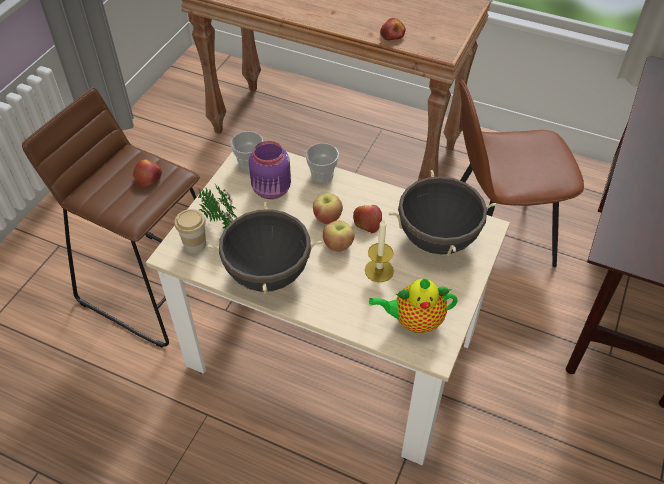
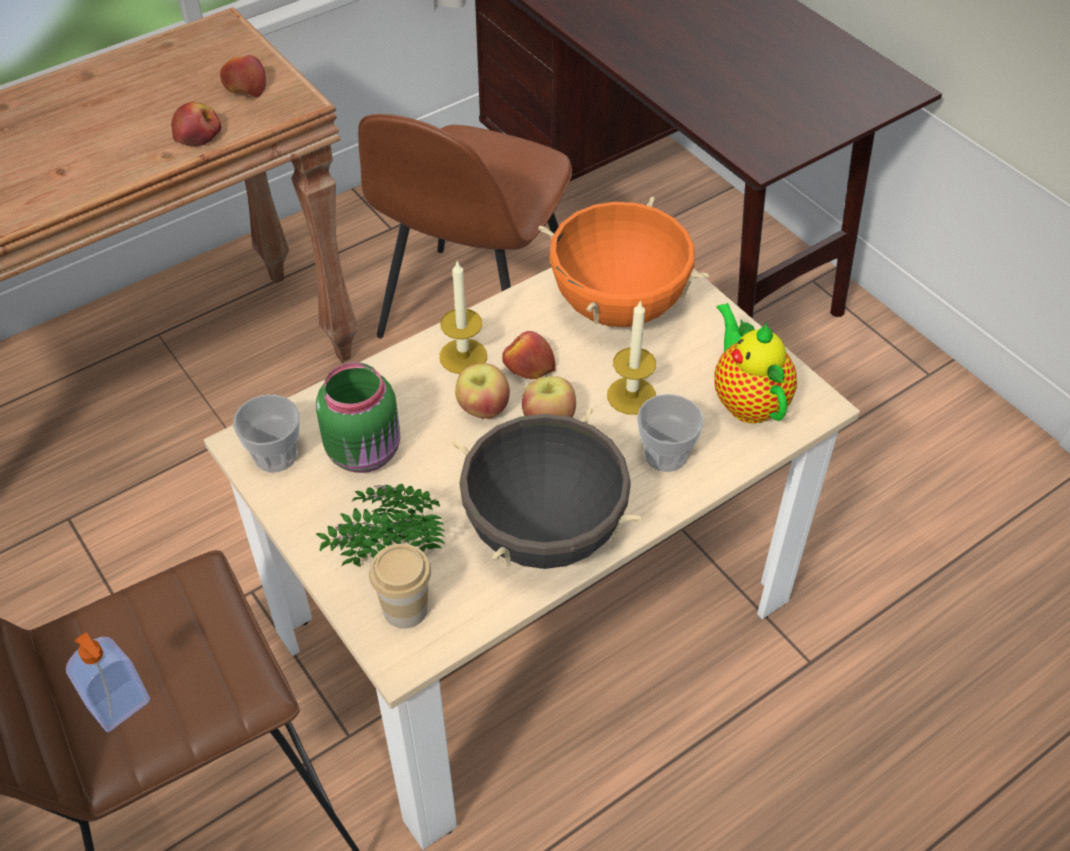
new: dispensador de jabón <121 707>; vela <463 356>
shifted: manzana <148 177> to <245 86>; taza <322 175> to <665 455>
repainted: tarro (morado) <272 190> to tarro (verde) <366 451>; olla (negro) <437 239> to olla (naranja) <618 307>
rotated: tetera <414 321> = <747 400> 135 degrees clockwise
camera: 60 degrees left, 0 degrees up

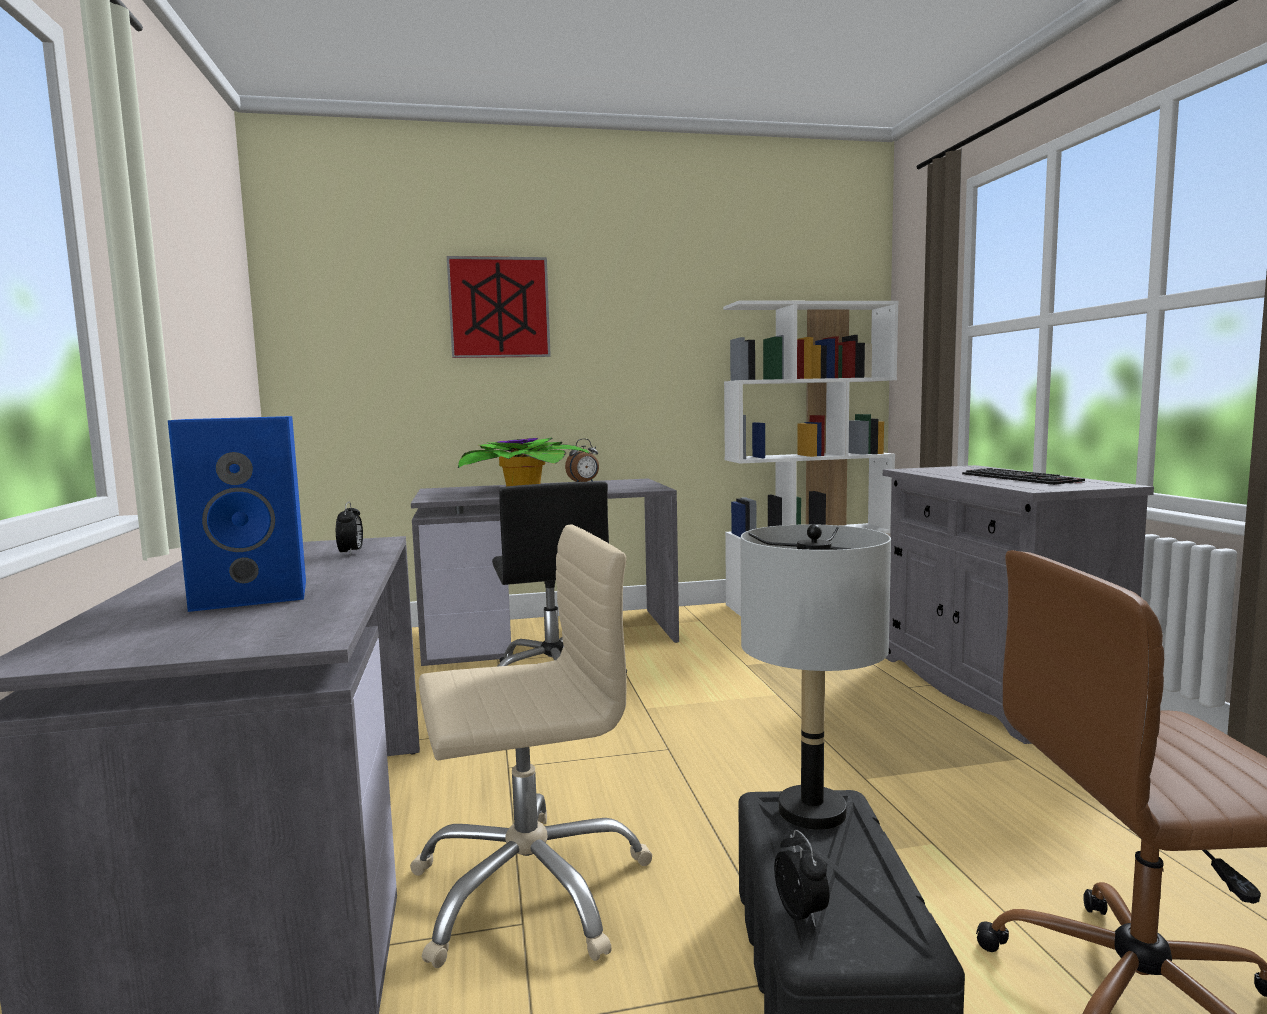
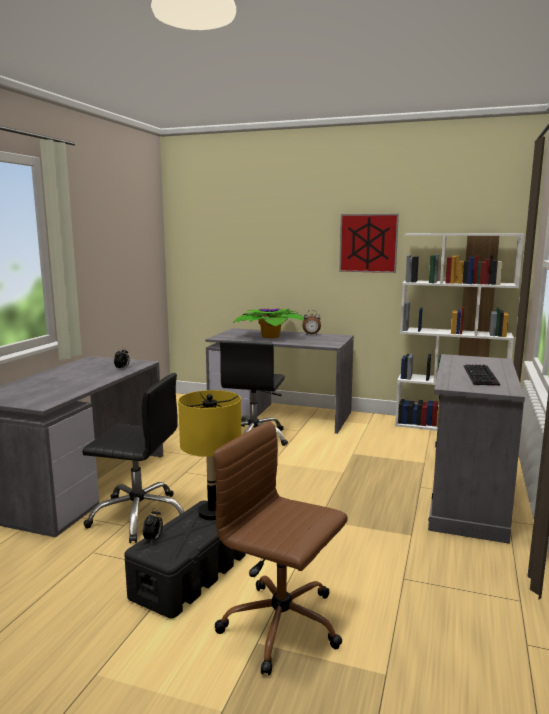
gone: altavoz (azul) <255 594>
shifted: cuadro <499 307> to <368 243>
repainted: silla de oficina (beis) <529 888> to silla de oficina (negro) <139 515>; lámpara de mesa (gris) <813 812> to lámpara de mesa (amarillo) <212 513>
camera: 30 degrees right, 5 degrees up

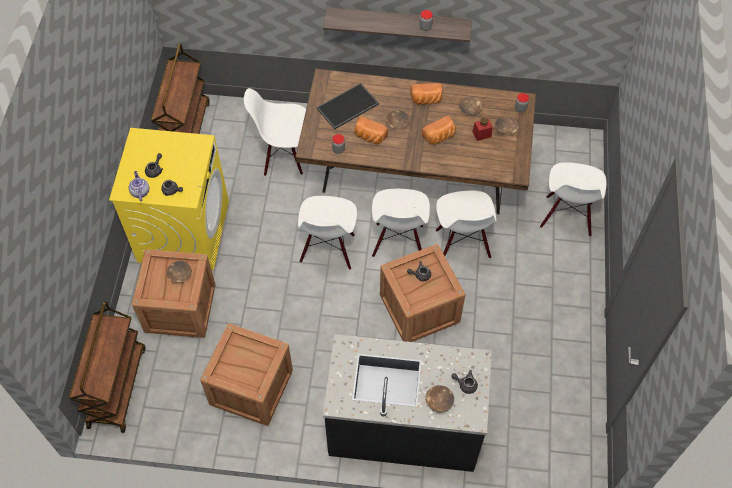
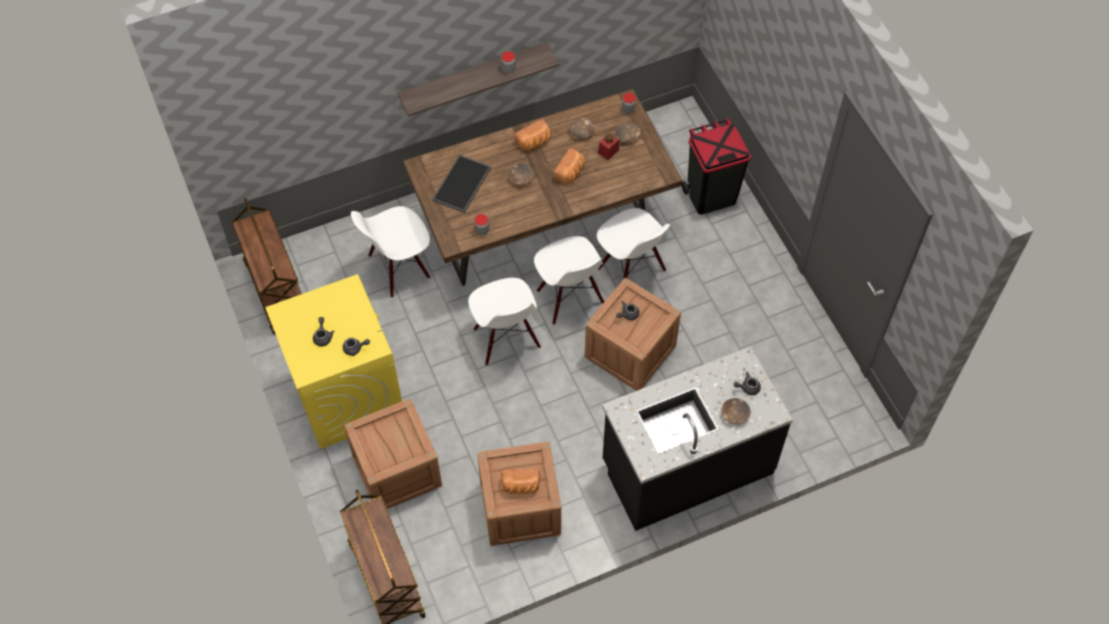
gone: tetera <140 192>; cuenco (marrón) <179 275>
shifted: pan <369 137> to <520 486>
swapped: silla (blanco) <567 216> to papelera (negro) <710 196>
camera: 30 degrees left, 0 degrees up

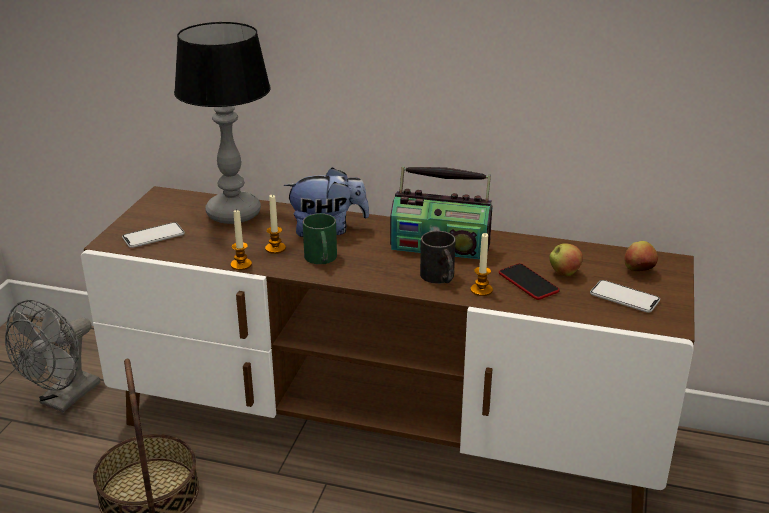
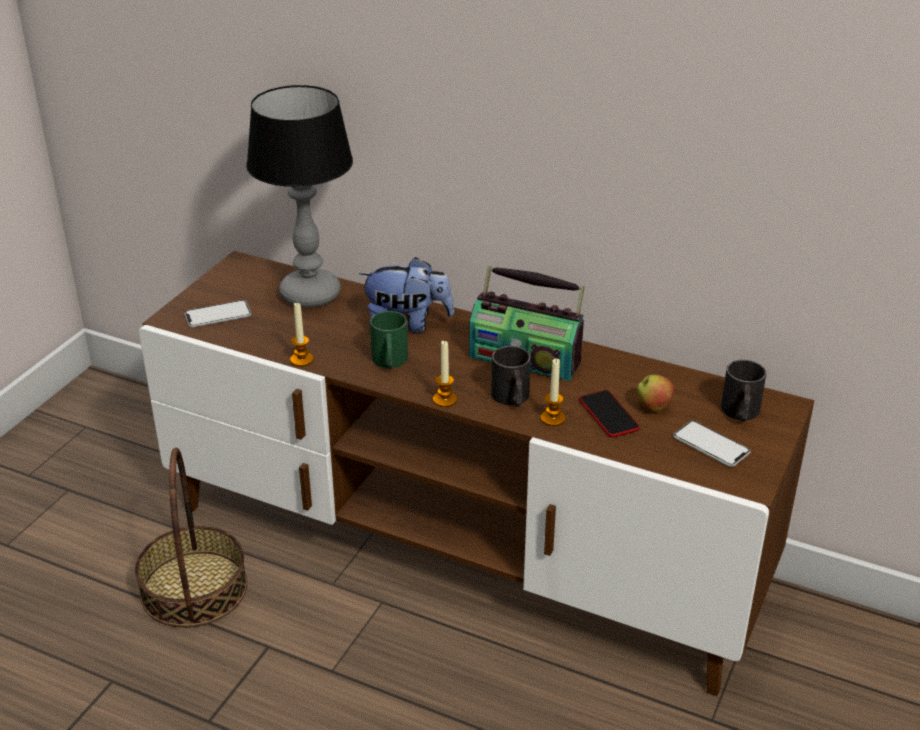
gone: ventilador (gris) <64 399>
shifted: vela <275 248> to <444 400>
swapped: manzana <638 271> to taza grande (negro) <740 413>
camera: 10 degrees right, 5 degrees up

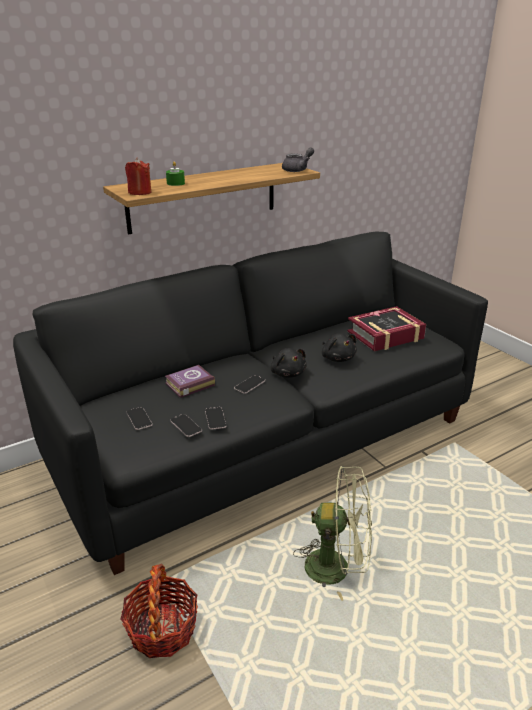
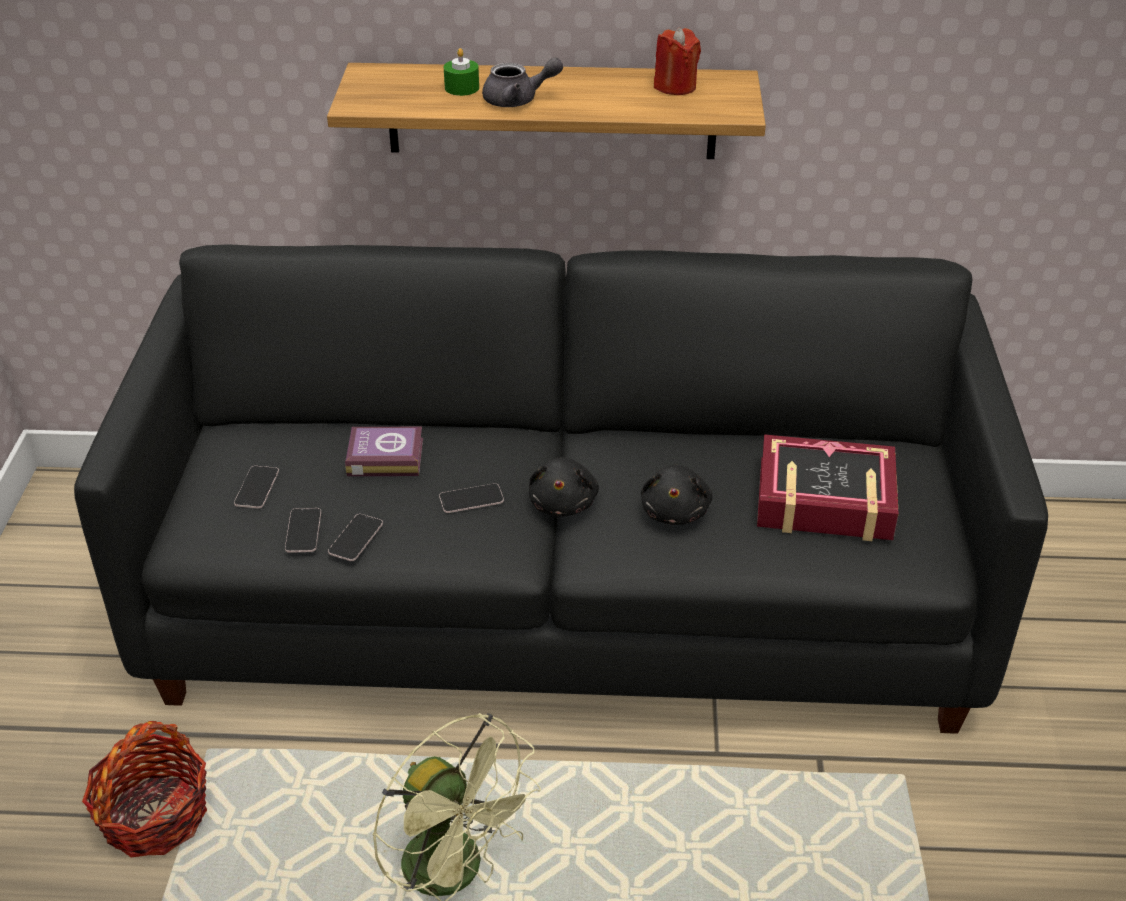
shifted: vela (rojo) <140 192> to <675 86>; tetera (gris) <297 170> to <518 100>
camera: 35 degrees right, 10 degrees up

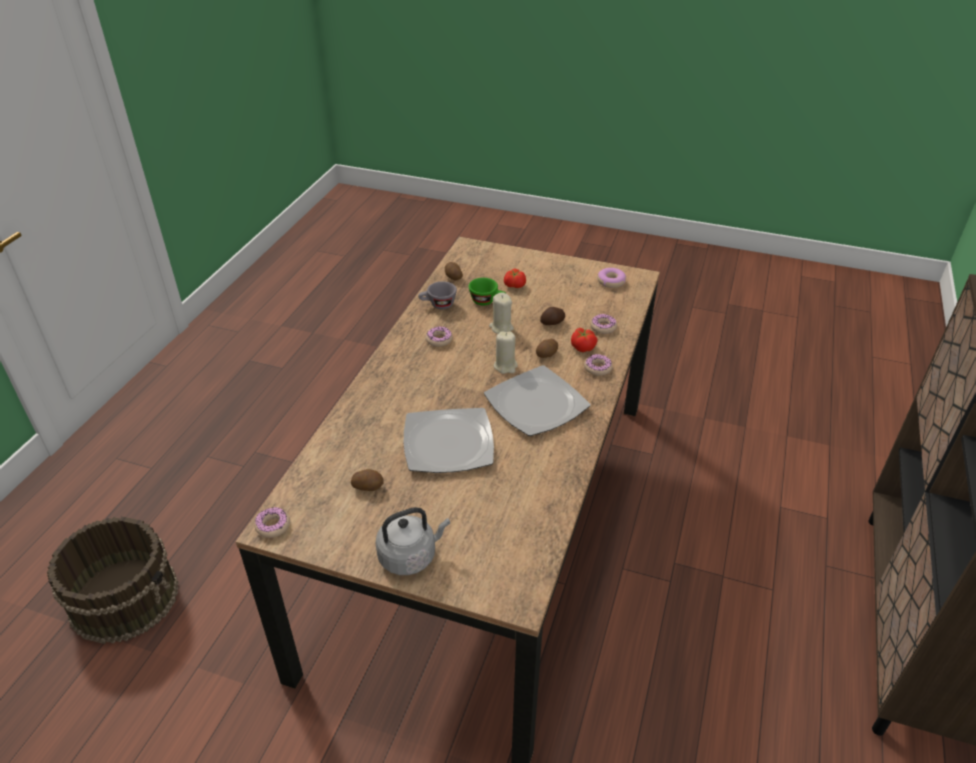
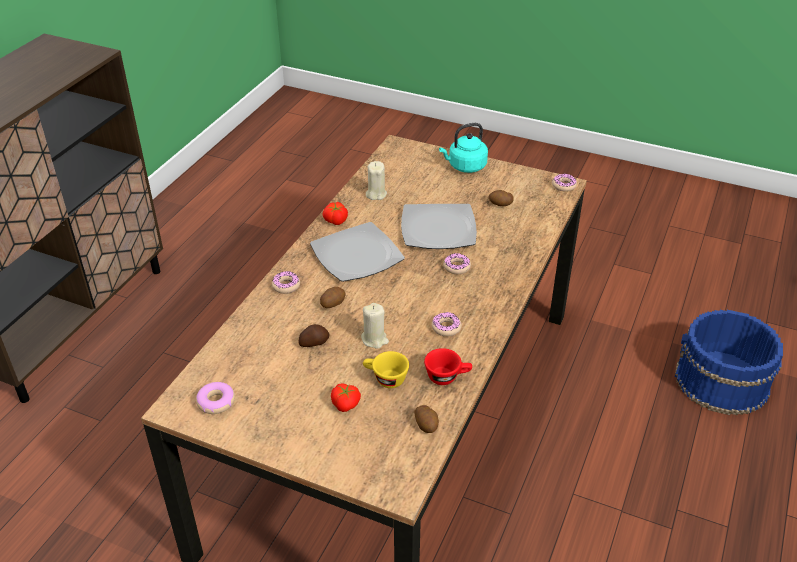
shifted: vela (beis) <505 366> to <376 194>; tomate <583 347> to <335 220>; rosquilla <603 327> to <456 267>
repainted: cubo (marrón) <125 596> to cubo (azul) <721 382>; hervidor (gris) <410 556> to hervidor (turquesa) <465 166>; taza (gris) <438 305> to taza (rojo) <447 377>; taza (verde) <487 301> to taza (amarillo) <385 379>
camera: 175 degrees left, 0 degrees up

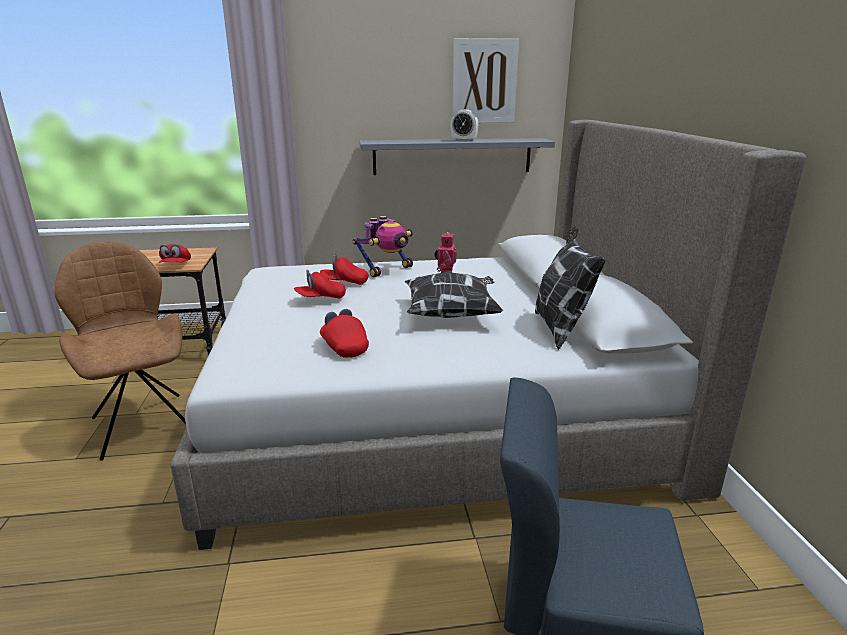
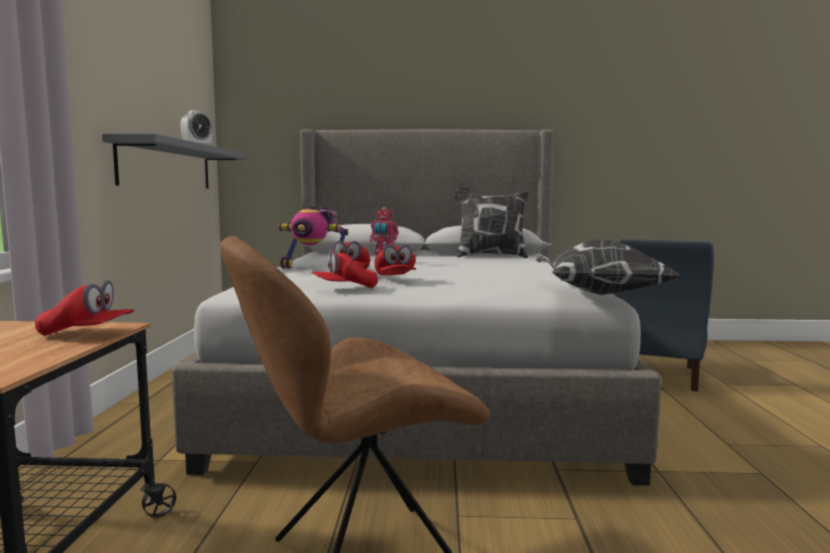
gone: cuadro <484 81>
shifted: gorra (rojo) <344 347> to <345 289>; cojín <452 314> to <599 294>
rotated: robot de juguete <387 270> = <313 268> 135 degrees clockwise
camera: 80 degrees left, 15 degrees down

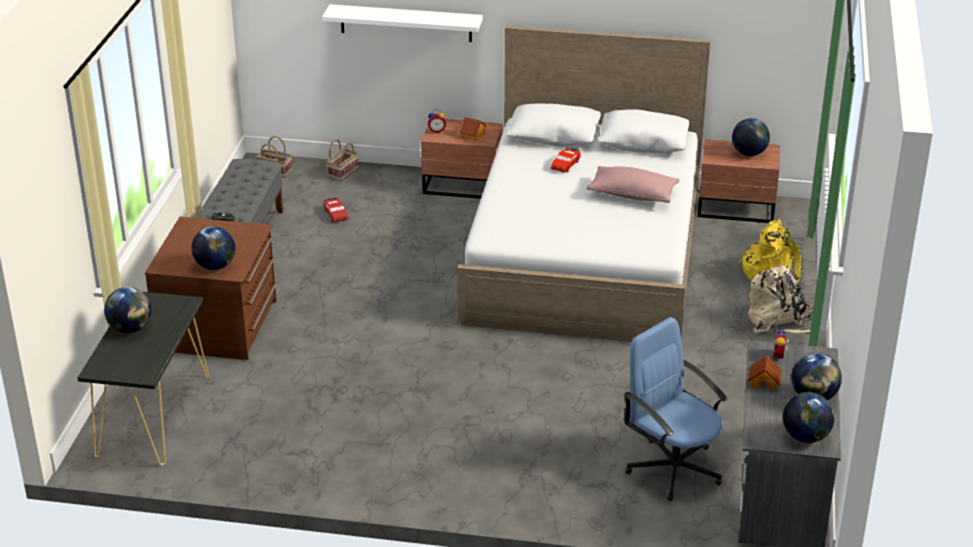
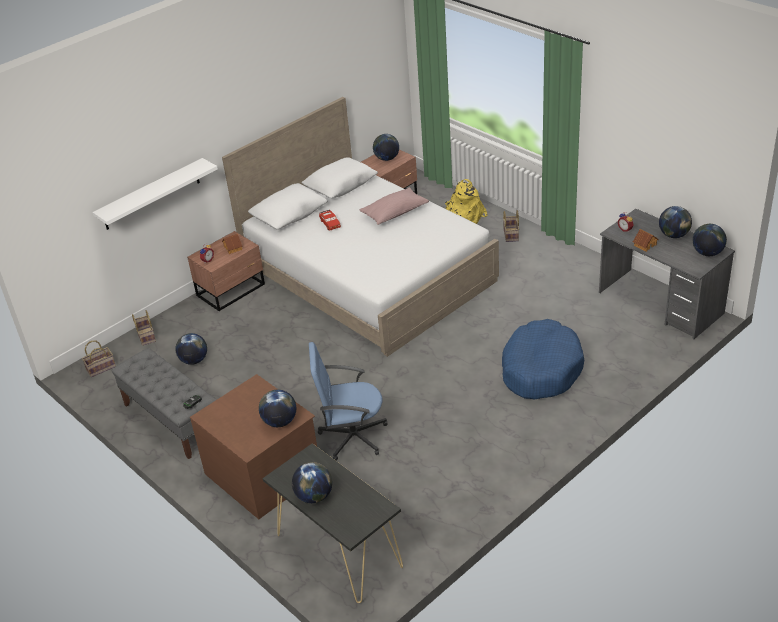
new: cama para perro (azul) <540 369>
shifted: silla de oficina (azul) <673 468> to <352 436>
swapped: coche de juguete (rojo) <336 214> to globo terráqueo <194 360>; mochila (beis) <779 321> to cesta <511 235>
camera: 50 degrees left, 5 degrees up

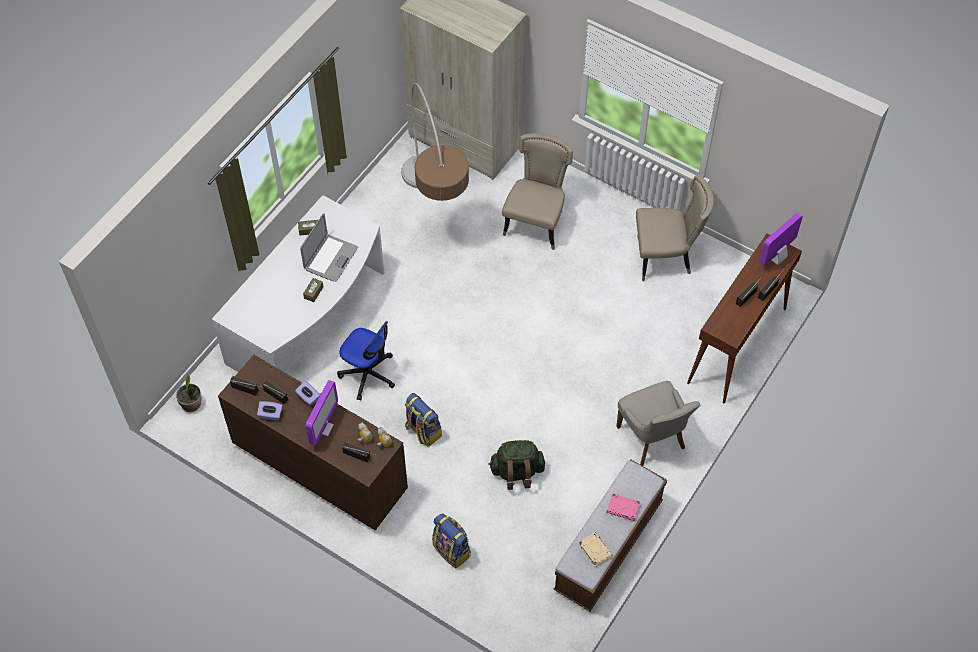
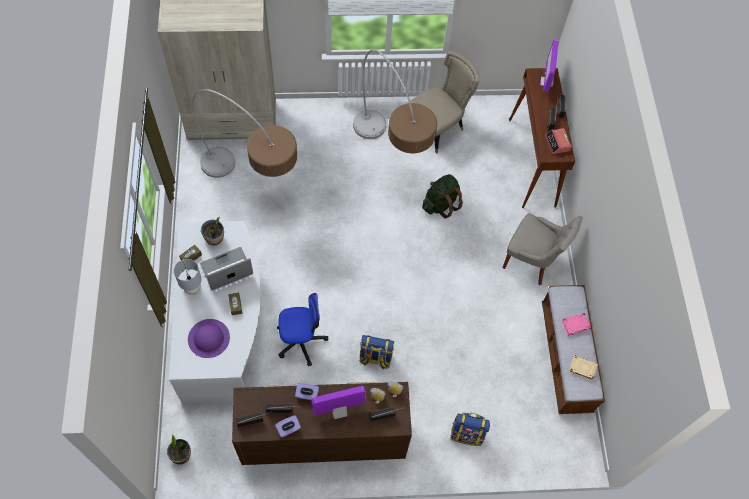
gone: silla (beis) <536 222>
new: lámpara de mesa (gris) <192 288>; sombrero (morado) <208 338>; planta en maceta <215 238>; lámpara de pie <390 160>; despertador <557 143>
shifted: mochila (verde) <517 472> to <440 204>
rotated: portátil <330 258> = <227 270> 105 degrees counterclockwise; monitor <323 428> = <339 411> 90 degrees counterclockwise
camera: 40 degrees left, 5 degrees up

